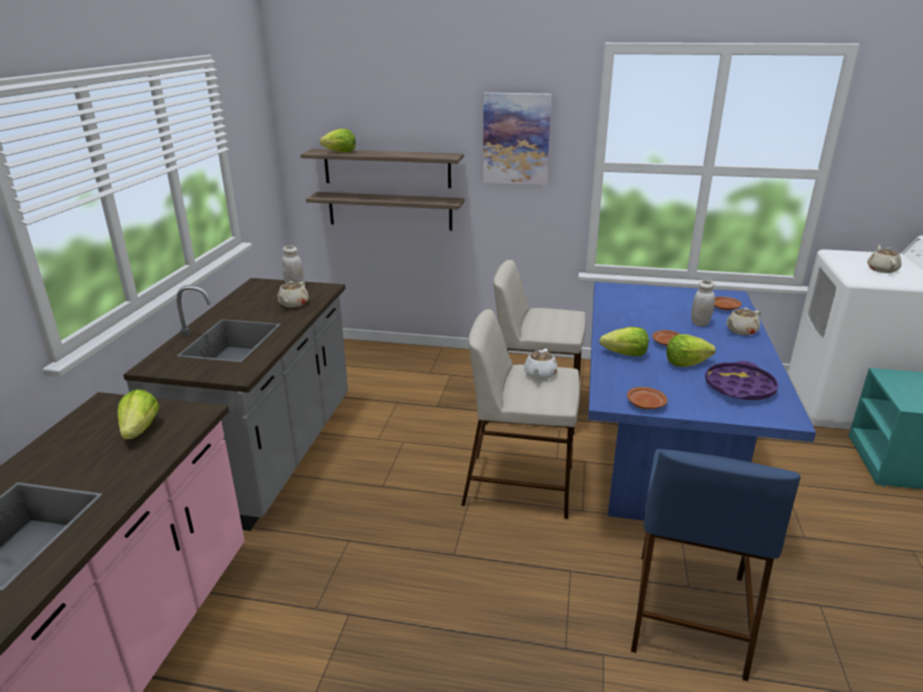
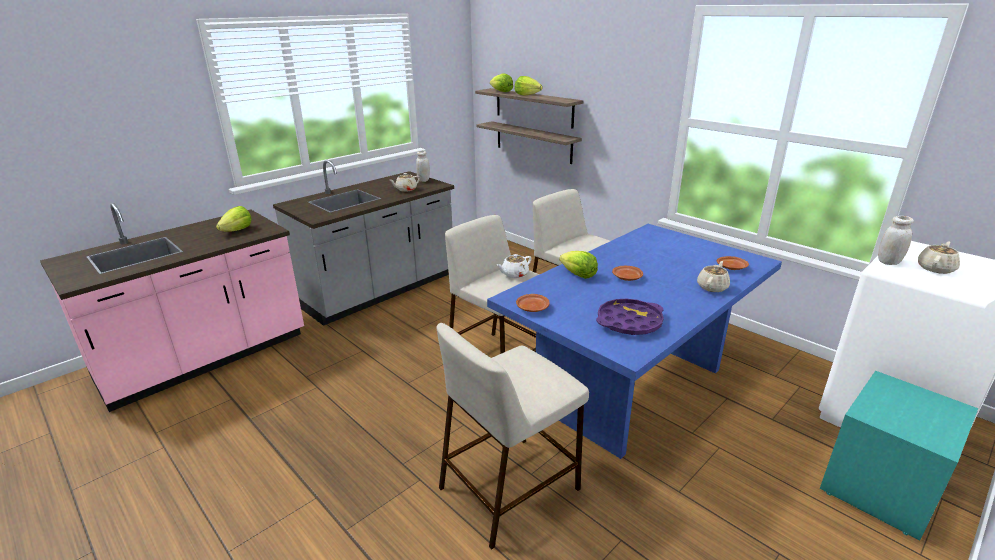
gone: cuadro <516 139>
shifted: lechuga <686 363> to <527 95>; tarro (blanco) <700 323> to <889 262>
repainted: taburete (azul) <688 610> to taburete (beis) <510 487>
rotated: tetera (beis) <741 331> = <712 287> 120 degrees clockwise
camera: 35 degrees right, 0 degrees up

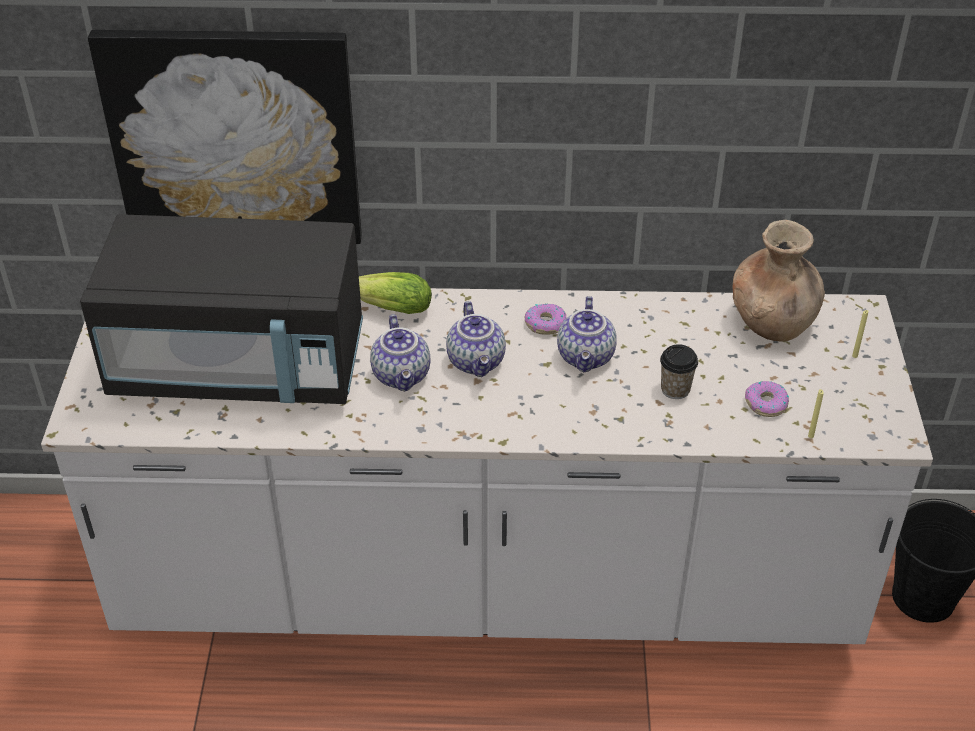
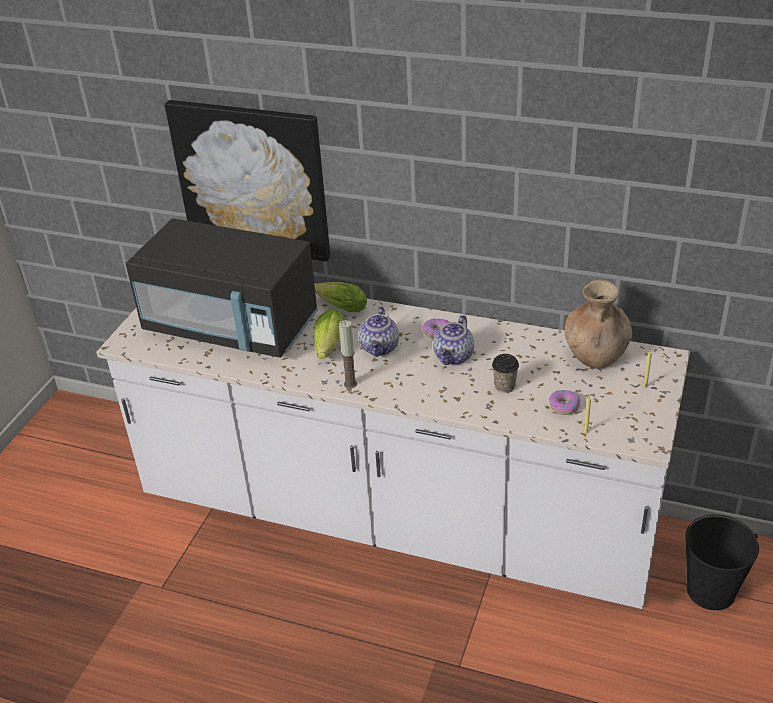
new: vela <350 384>
swapped: tetera <403 376> to lechuga <328 348>
camera: 20 degrees right, 5 degrees down

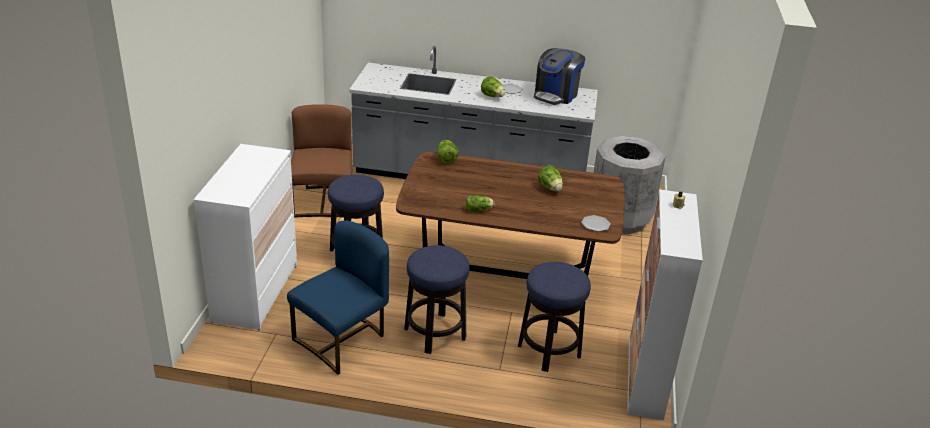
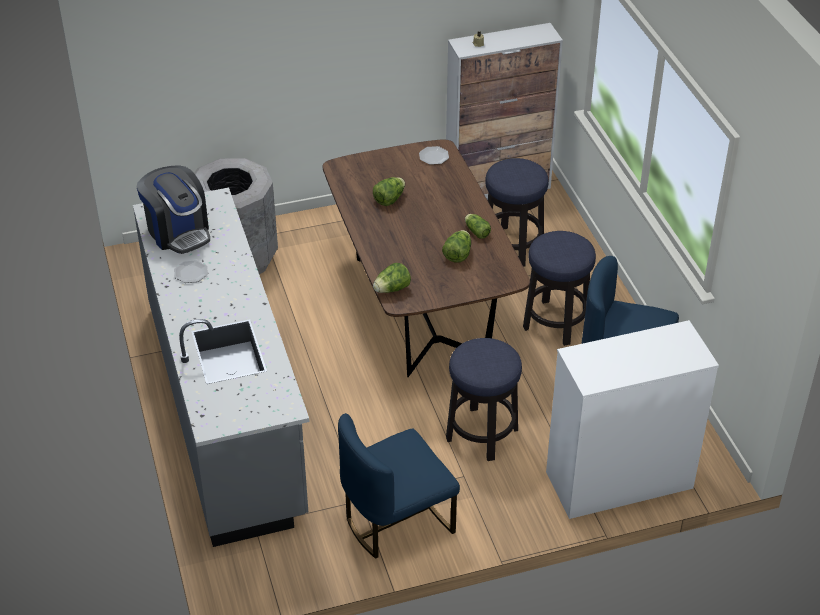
shifted: lechuga <492 96> to <458 255>
repainted: silla (marrón) <323 202> to silla (azul) <396 521>
rotated: cafetera <556 95> = <178 232> 45 degrees clockwise
camera: 115 degrees left, 10 degrees up

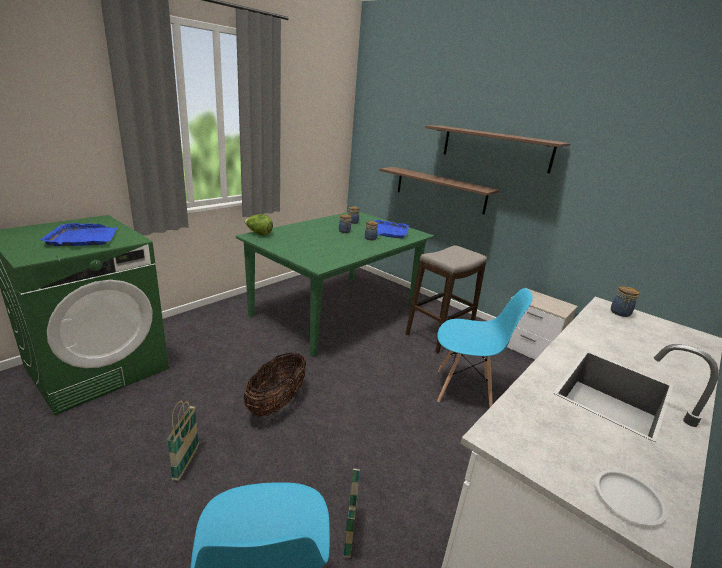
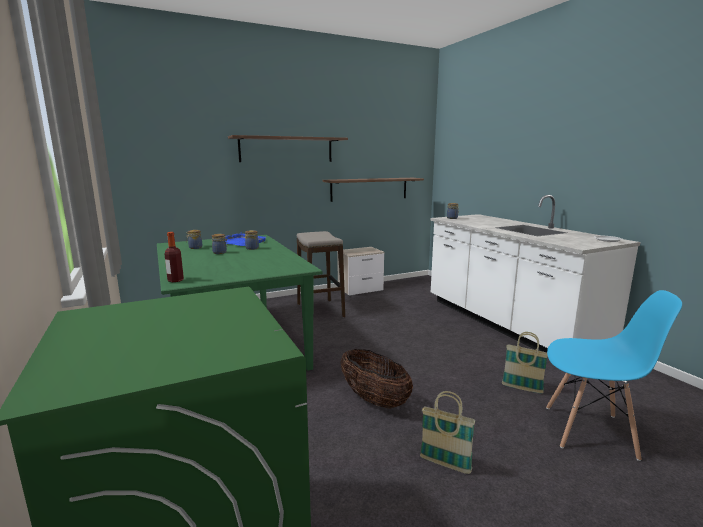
gone: bandeja (azul) <83 238>; silla (azul) <464 390>
shifted: estante <440 190> to <369 189>
swapped: lechuga <258 234> to botella <175 280>
camera: 65 degrees left, 10 degrees down

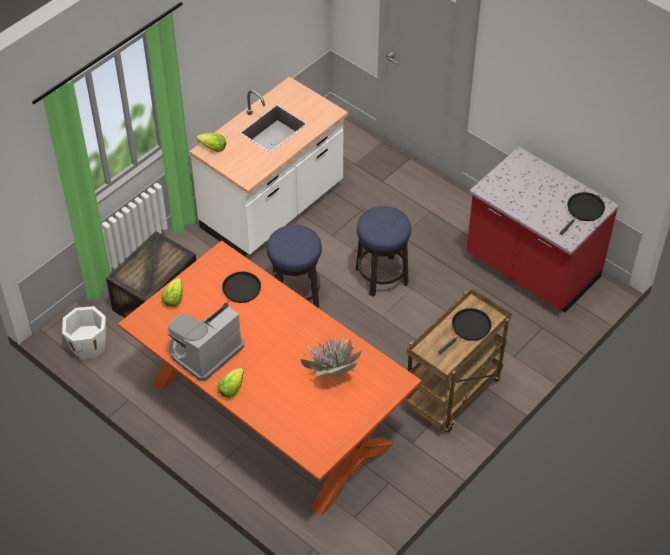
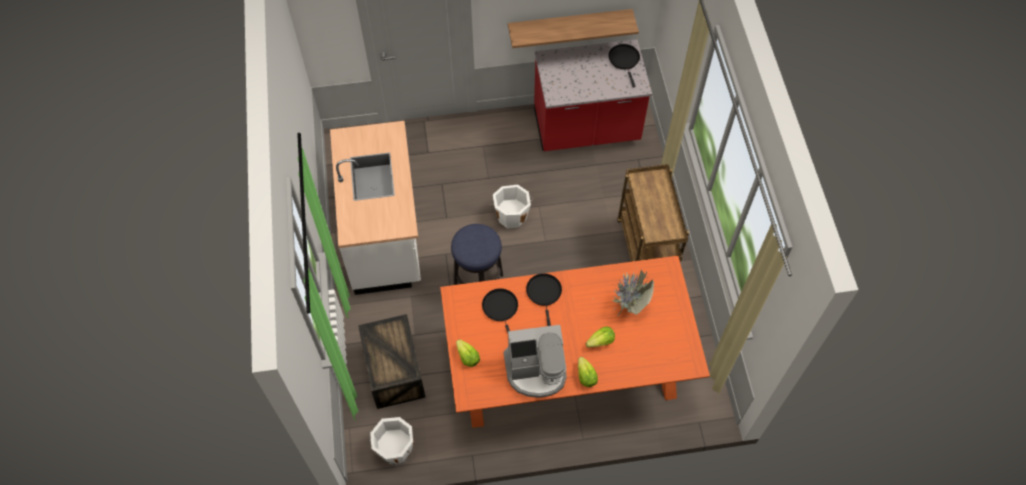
new: estante <569 24>
shifted: lechuga <213 148> to <601 341>; sartén (negro) <469 328> to <544 293>
swapped: taburete <382 276> to cubo (blanco) <511 215>
rotated: cafetera <205 351> = <536 370> 90 degrees counterclockwise
camera: 50 degrees left, 10 degrees up

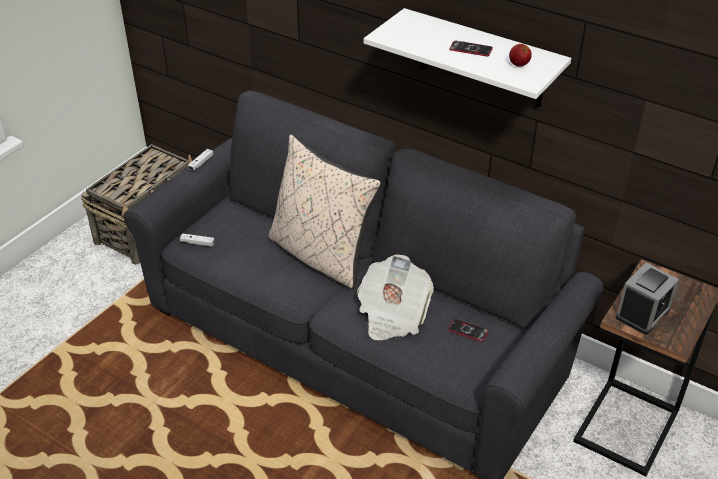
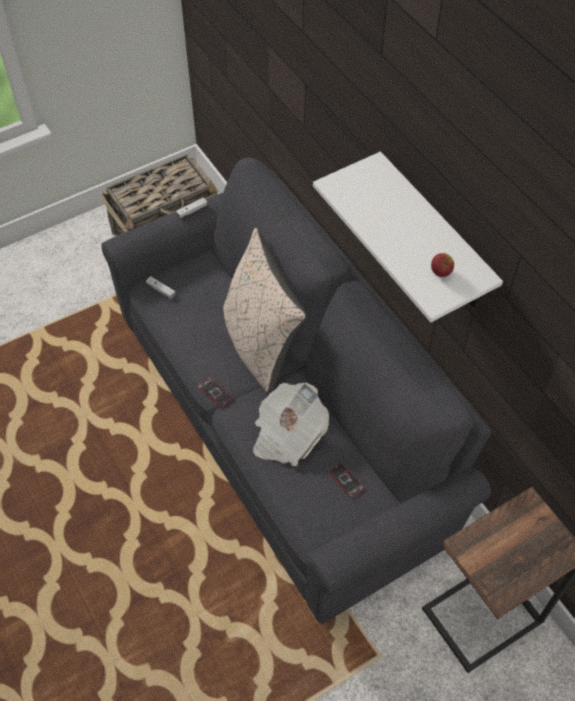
gone: despertador <642 313>
shifted: móvil <470 49> to <214 392>
camera: 25 degrees right, 15 degrees up

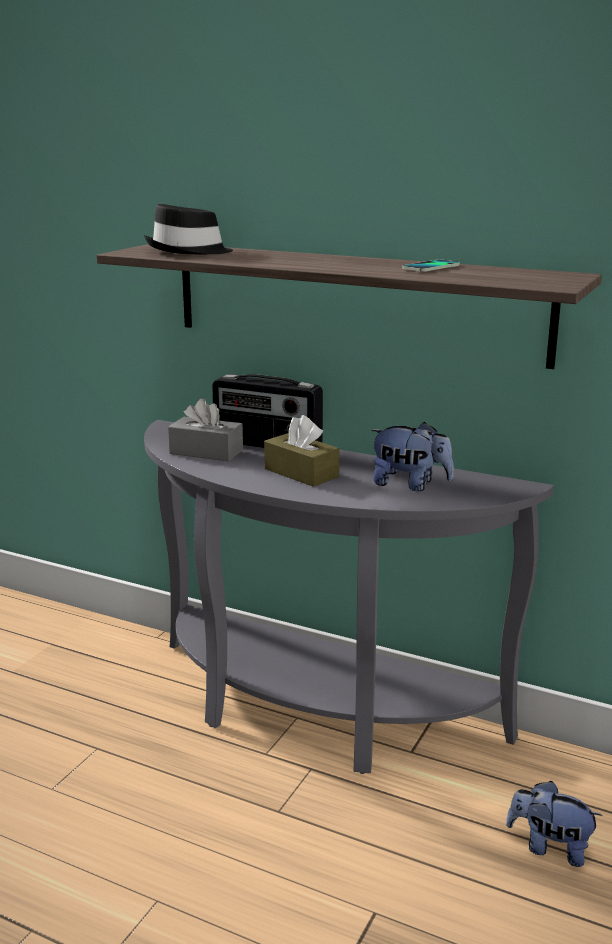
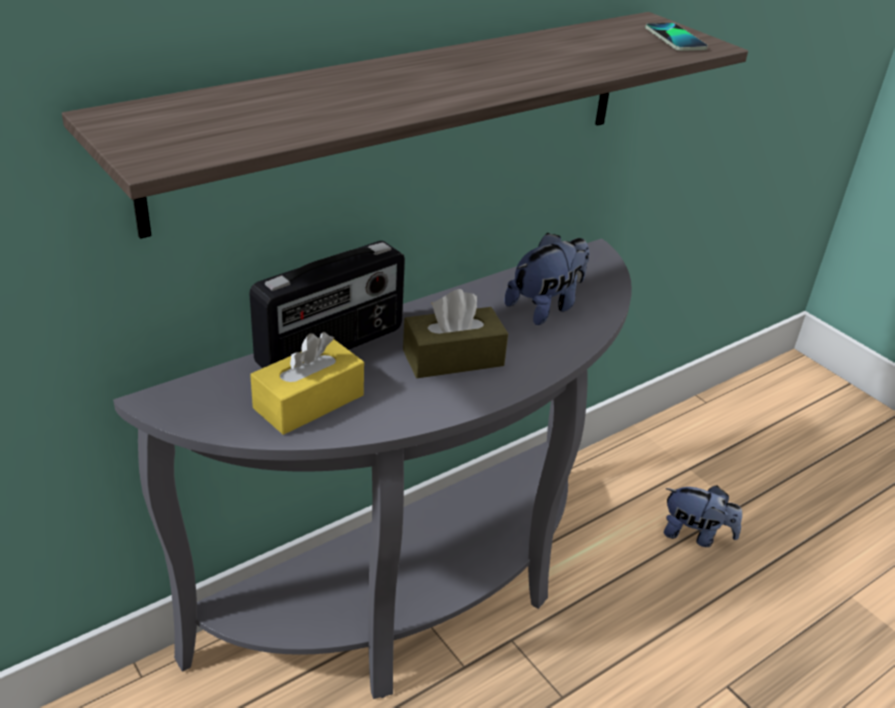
gone: sombrero (negro) <188 251>
shifted: móvil <431 267> to <675 39>
repainted: caja de pañuelos (gris) <206 452> to caja de pañuelos (amarillo) <309 402>
rotated: peluche <549 847> = <695 535> 120 degrees counterclockwise
camera: 65 degrees left, 15 degrees up

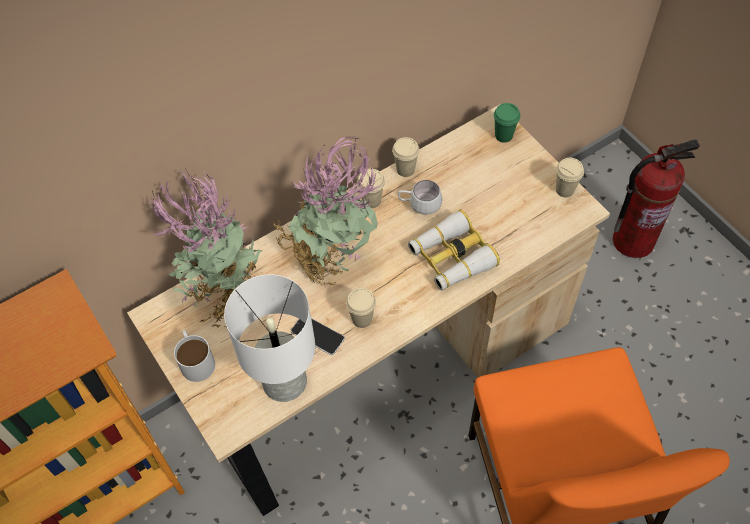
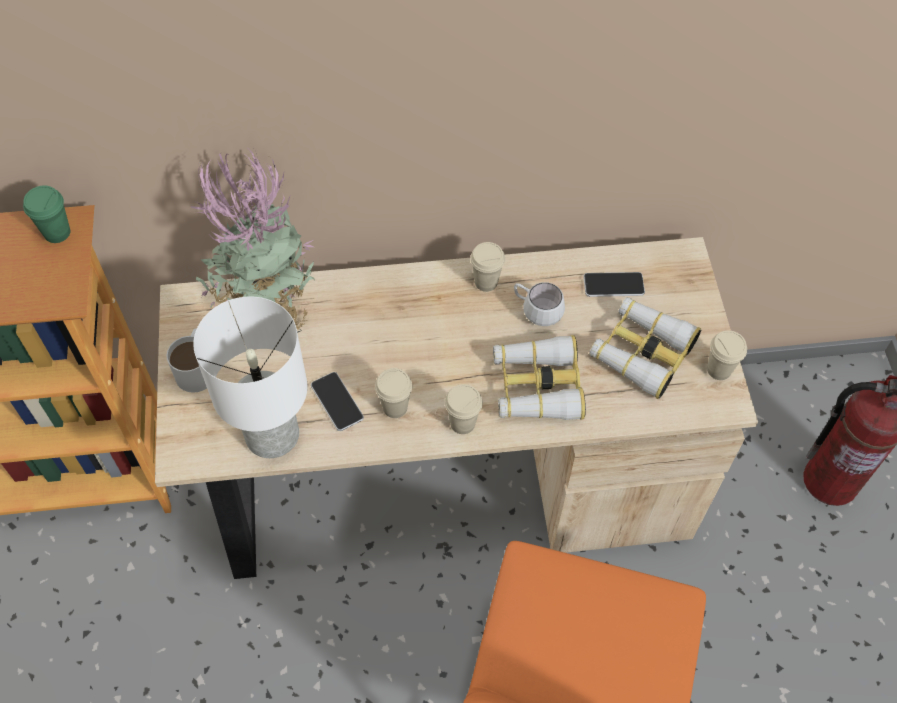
gone: planta en maceta <333 259>
new: móvil <613 285>; prismáticos <641 352>
shifted: taza (beis) <405 169> to <462 423>; taza (verde) <503 135> to <57 233>
camera: 25 degrees right, 0 degrees up

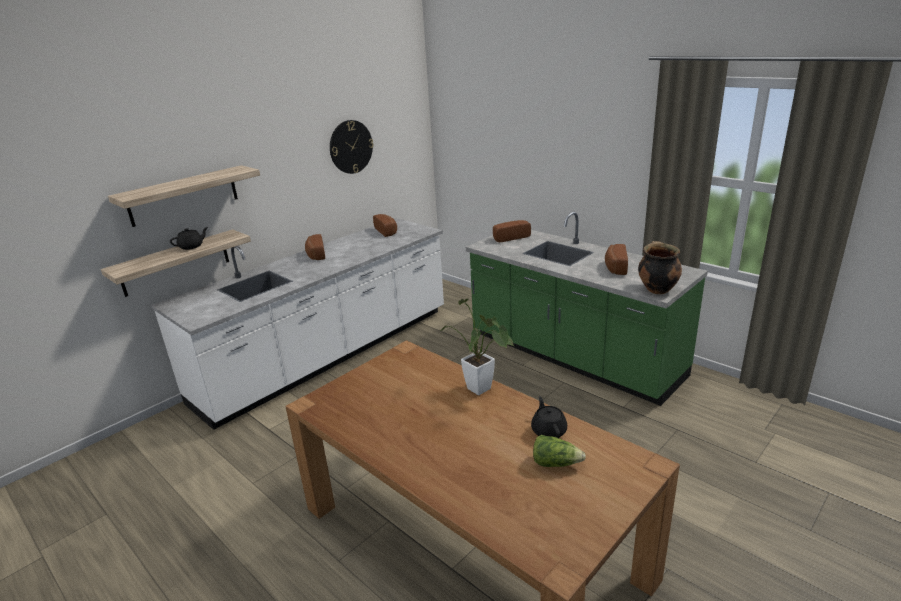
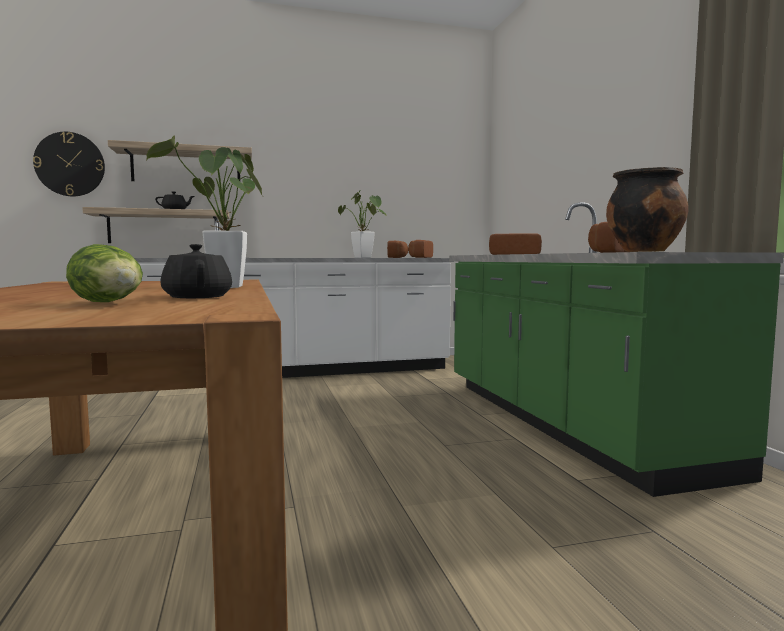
new: planta en maceta <364 257>
shifted: pan <315 255> to <419 257>; reloj de pared <351 147> to <70 164>
rotated: tetera (negro) <548 430> = <198 297> 45 degrees counterclockwise
camera: 30 degrees right, 20 degrees down

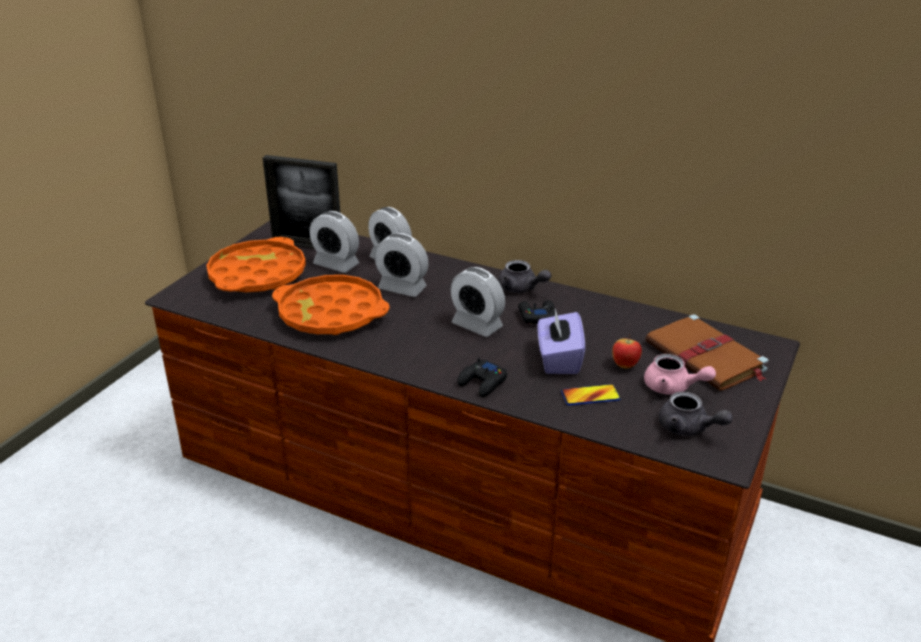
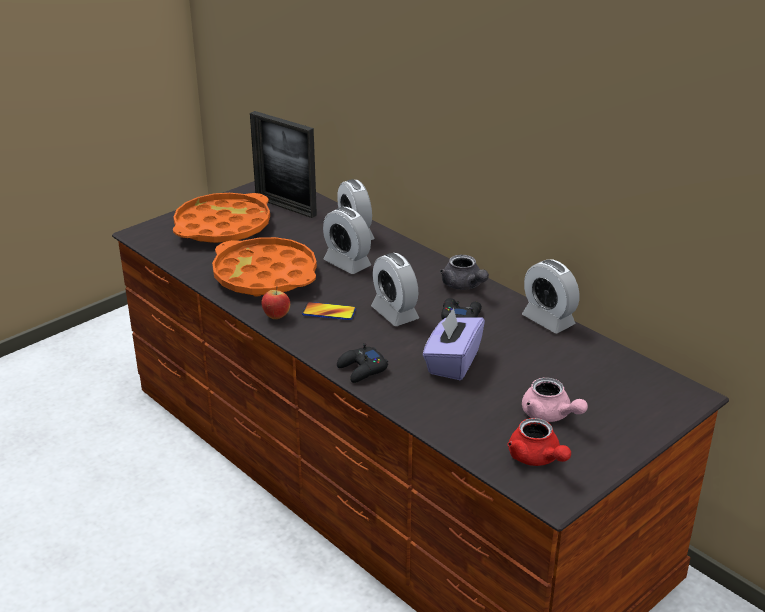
gone: libro (marrón) <706 357>
shifted: despertador <336 264> to <548 320>; móvil <590 396> to <329 312>; manzana <625 365> to <276 317>
repainted: tetera (gris) <688 428> to tetera (rojo) <537 458>
camera: 20 degrees right, 0 degrees up

